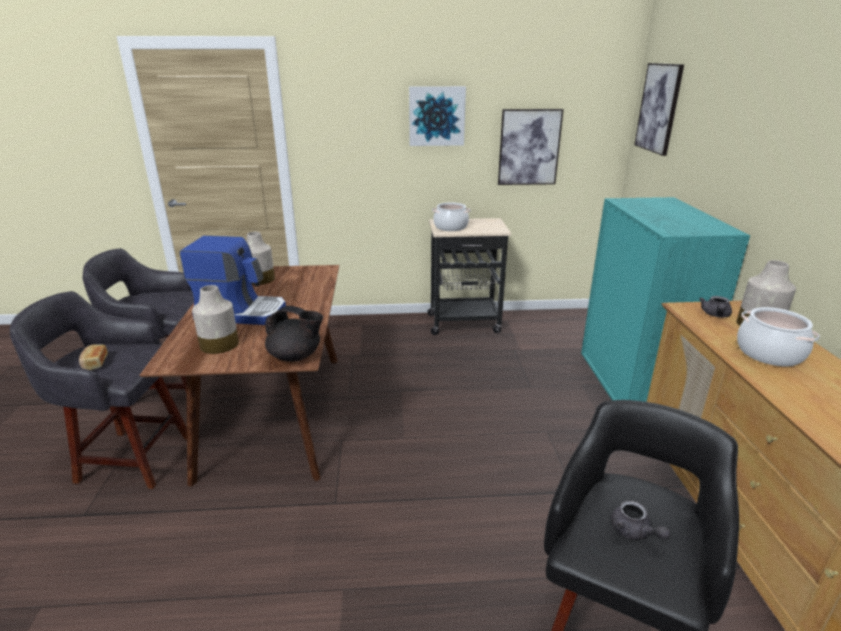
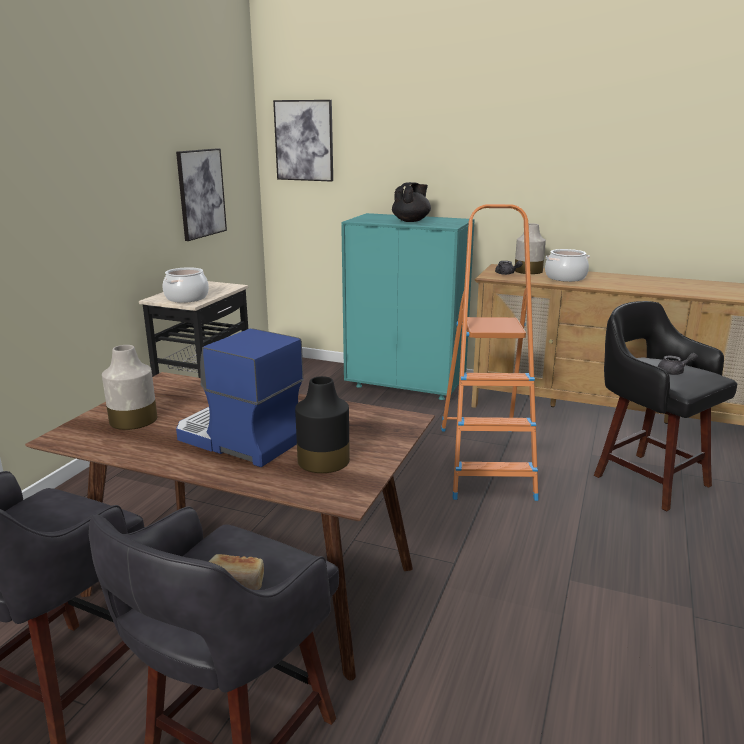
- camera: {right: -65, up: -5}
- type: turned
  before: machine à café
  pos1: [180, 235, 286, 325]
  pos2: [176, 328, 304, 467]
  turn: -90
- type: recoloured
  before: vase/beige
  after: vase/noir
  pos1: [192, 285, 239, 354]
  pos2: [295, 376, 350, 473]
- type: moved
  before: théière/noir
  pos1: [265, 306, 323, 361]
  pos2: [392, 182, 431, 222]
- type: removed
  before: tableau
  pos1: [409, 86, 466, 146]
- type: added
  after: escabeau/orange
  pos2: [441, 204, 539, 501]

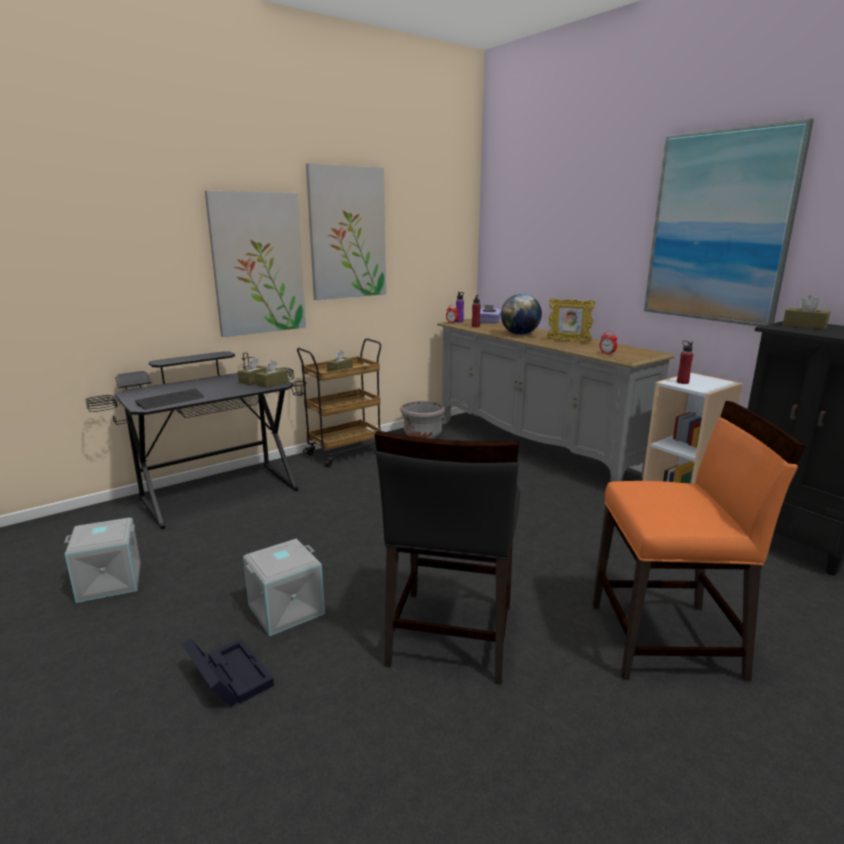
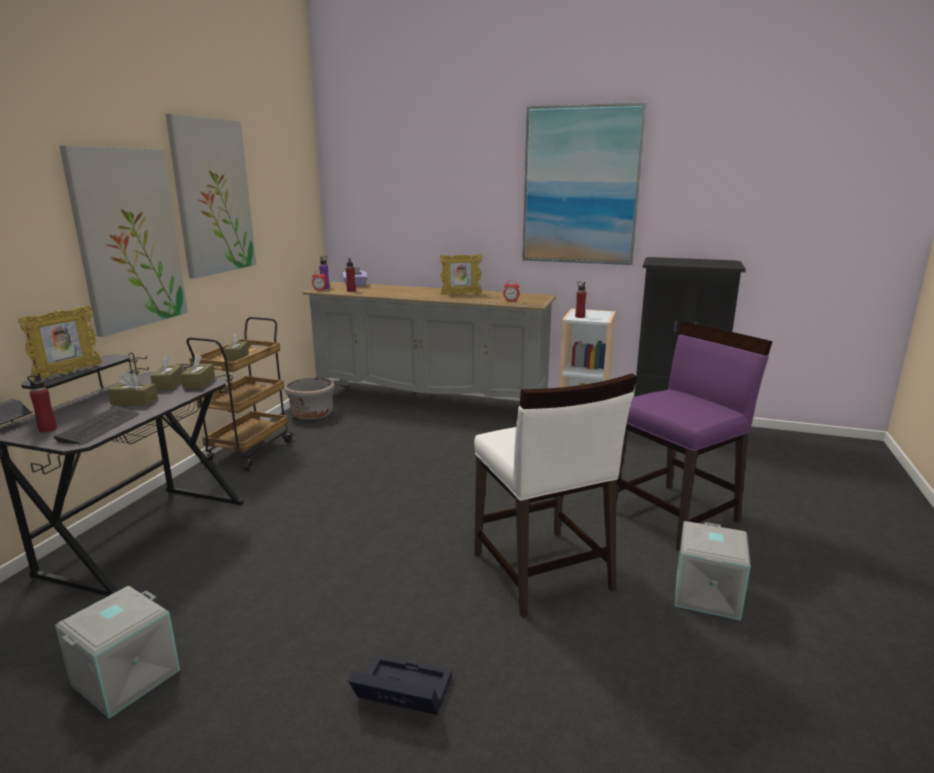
- camera: {right: -35, up: 0}
- type: moved
  before: boîte de rangement/gris
  pos1: [243, 539, 325, 636]
  pos2: [674, 521, 751, 621]
- type: recoloured
  before: chaise/noir
  after: chaise/blanc
  pos1: [375, 430, 520, 685]
  pos2: [474, 373, 637, 618]
- type: removed
  before: globe
  pos1: [501, 294, 542, 335]
- type: recoloured
  before: chaise/orange
  after: chaise/violet
  pos1: [592, 401, 806, 682]
  pos2: [616, 321, 773, 552]
- type: moved
  before: boîte à mouchoirs/marron
  pos1: [783, 295, 830, 329]
  pos2: [107, 371, 158, 406]
- type: added
  after: cadre photo
  pos2: [18, 306, 102, 381]
- type: added
  after: bouteille/rouge
  pos2: [28, 373, 57, 433]

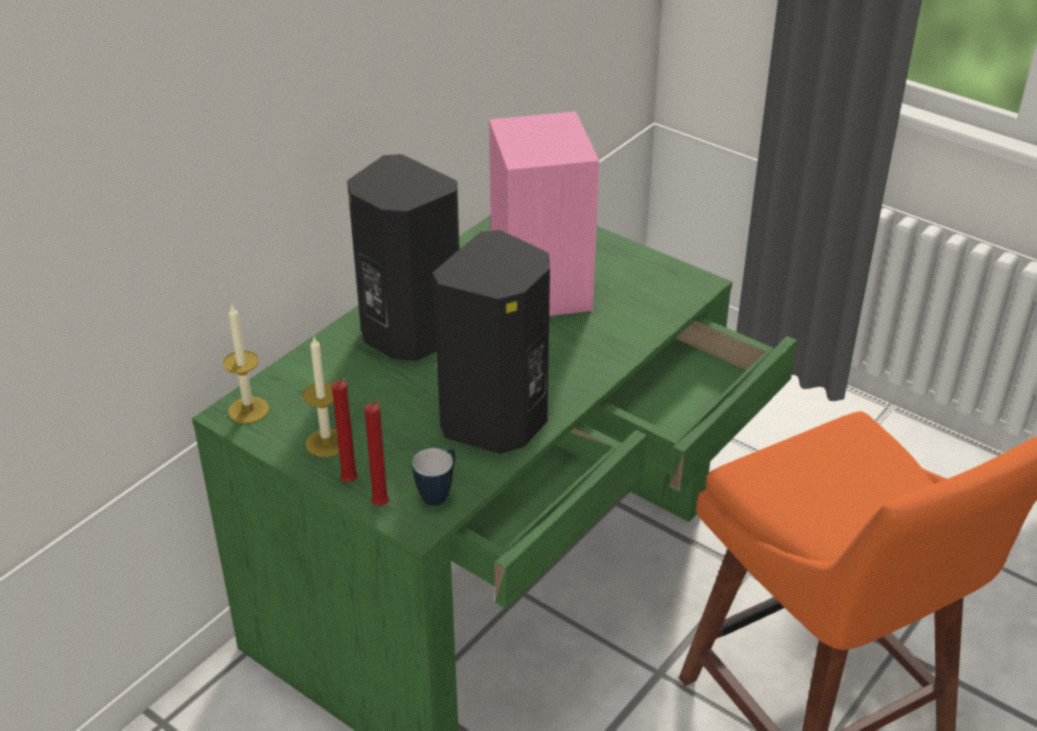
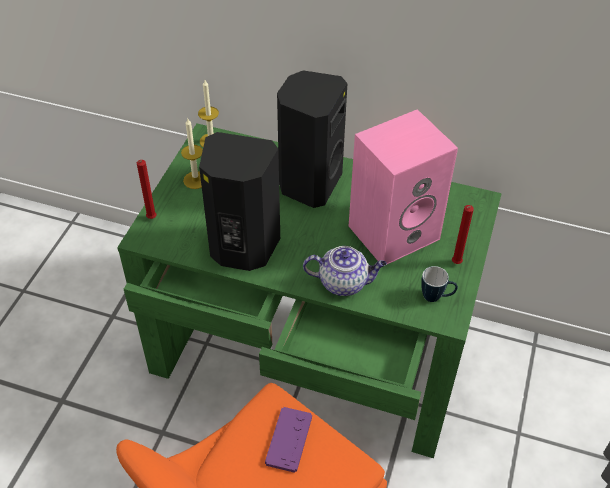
- camera: {right: 70, up: 10}
- type: moved
  before: bougie/rouge
  pos1: [332, 378, 358, 482]
  pos2: [452, 205, 474, 264]
- type: moved
  before: mug
  pos1: [412, 448, 455, 506]
  pos2: [421, 266, 458, 302]
- type: added
  after: manette/violet
  pos2: [265, 407, 312, 473]
- type: added
  after: théière
  pos2: [303, 246, 387, 296]

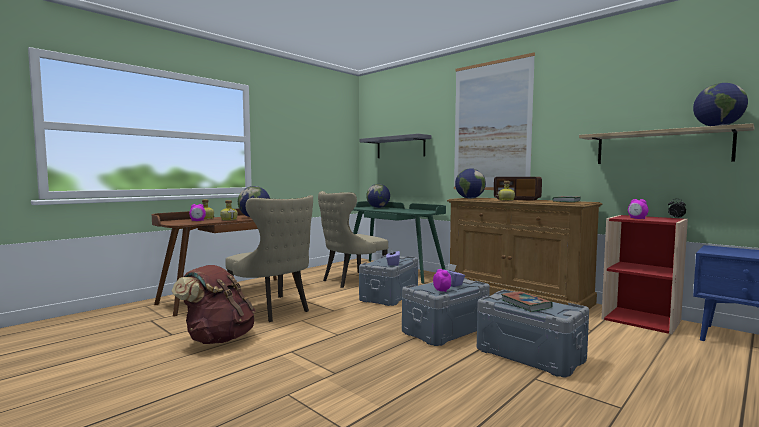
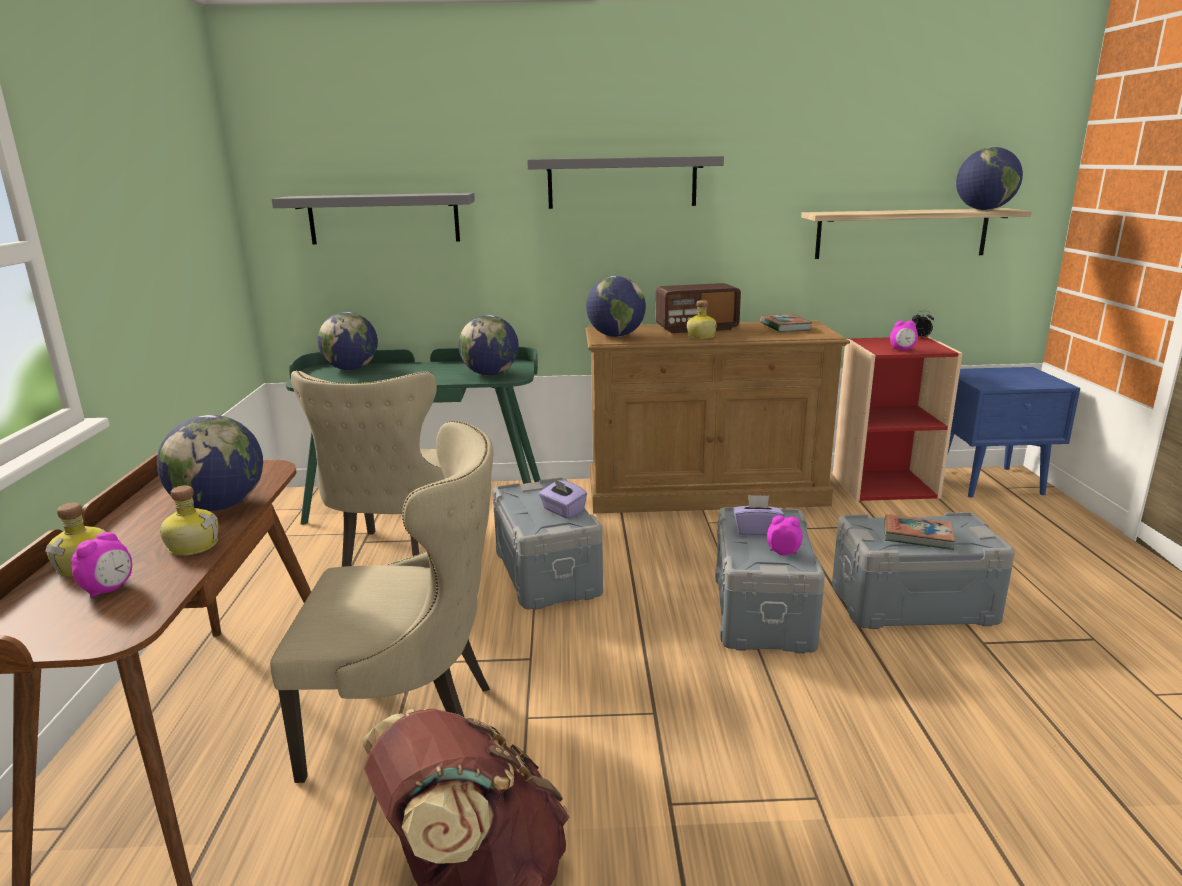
- camera: {right: -45, up: 15}
- type: replaced
  before: tableau
  after: étagère/gris
  pos1: [454, 53, 535, 190]
  pos2: [527, 156, 724, 209]
- type: added
  after: globe
  pos2: [458, 315, 519, 376]

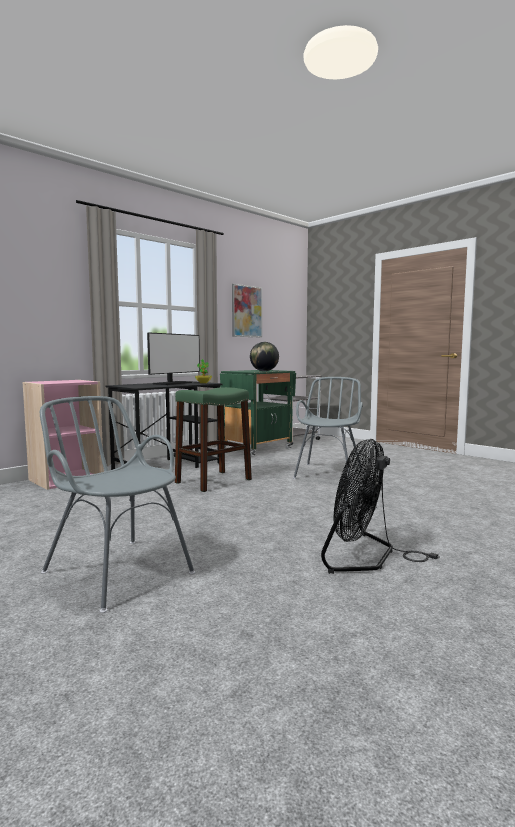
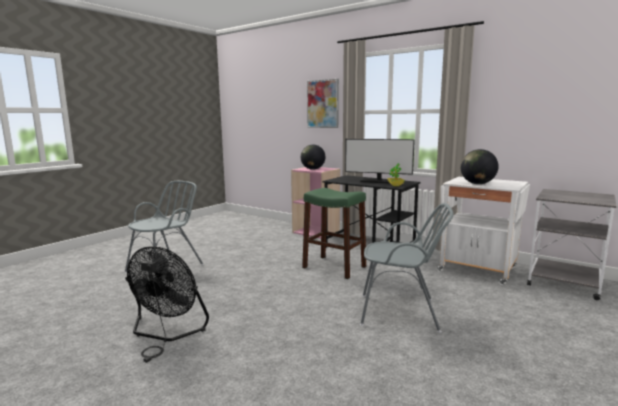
- camera: {right: 80, up: 5}
- type: recoloured
  before: chariot/vert
  after: chariot/blanc
  pos1: [220, 370, 296, 457]
  pos2: [437, 177, 530, 285]
- type: moved
  before: tableau
  pos1: [232, 284, 262, 337]
  pos2: [307, 79, 339, 128]
- type: added
  after: globe
  pos2: [301, 144, 325, 170]

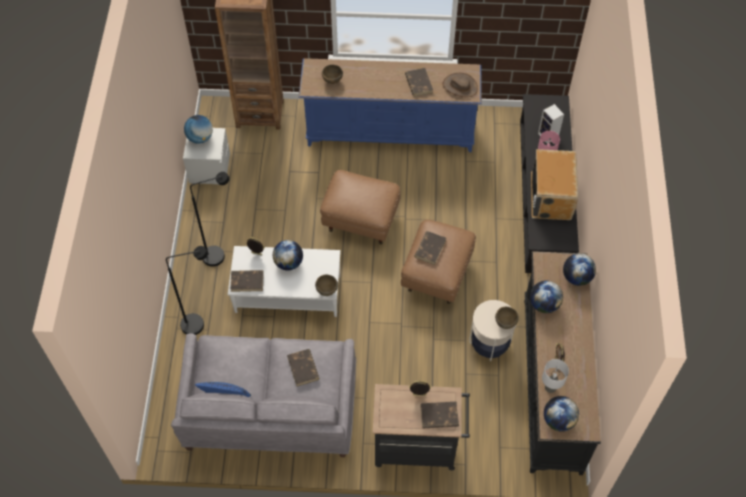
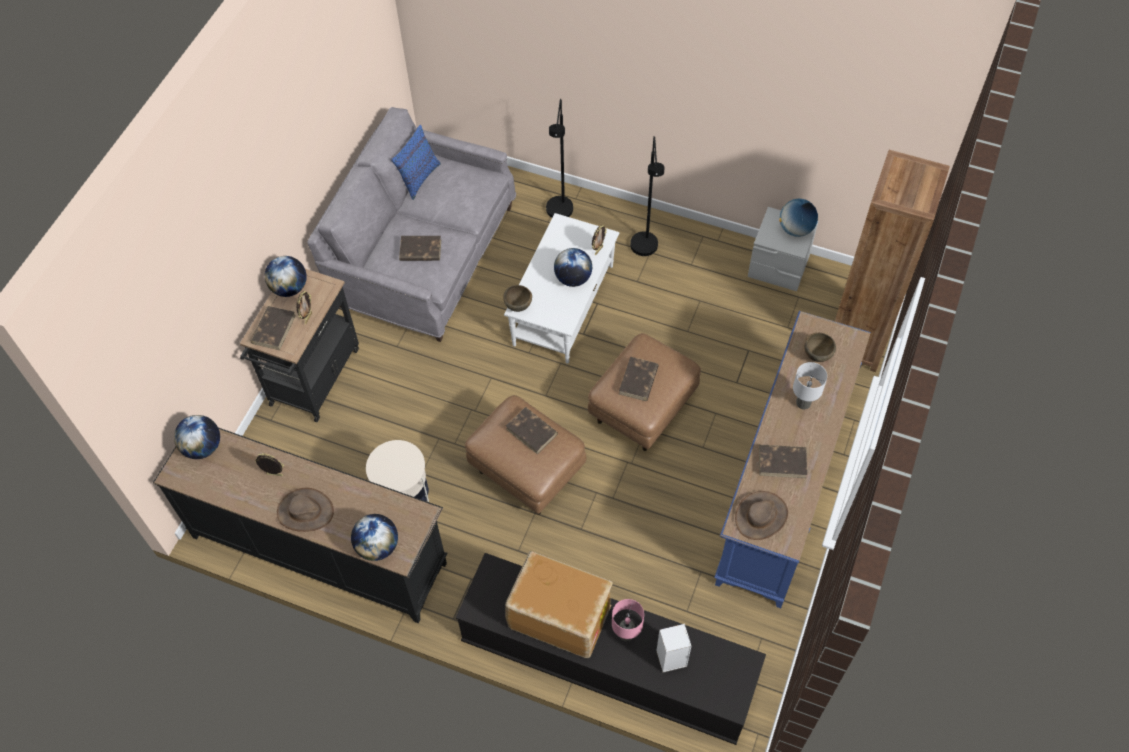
- camera: {right: 110, up: 0}
- type: moved
  before: livre/marron
  pos1: [230, 270, 264, 292]
  pos2: [619, 357, 659, 401]
- type: removed
  before: bol/marron
  pos1: [495, 307, 519, 329]
- type: moved
  before: globe
  pos1: [530, 280, 563, 313]
  pos2: [265, 256, 307, 297]
- type: moved
  before: lampe de table/blanc
  pos1: [542, 359, 569, 393]
  pos2: [793, 362, 827, 409]
- type: added
  after: chapeau/marron
  pos2: [277, 488, 334, 532]

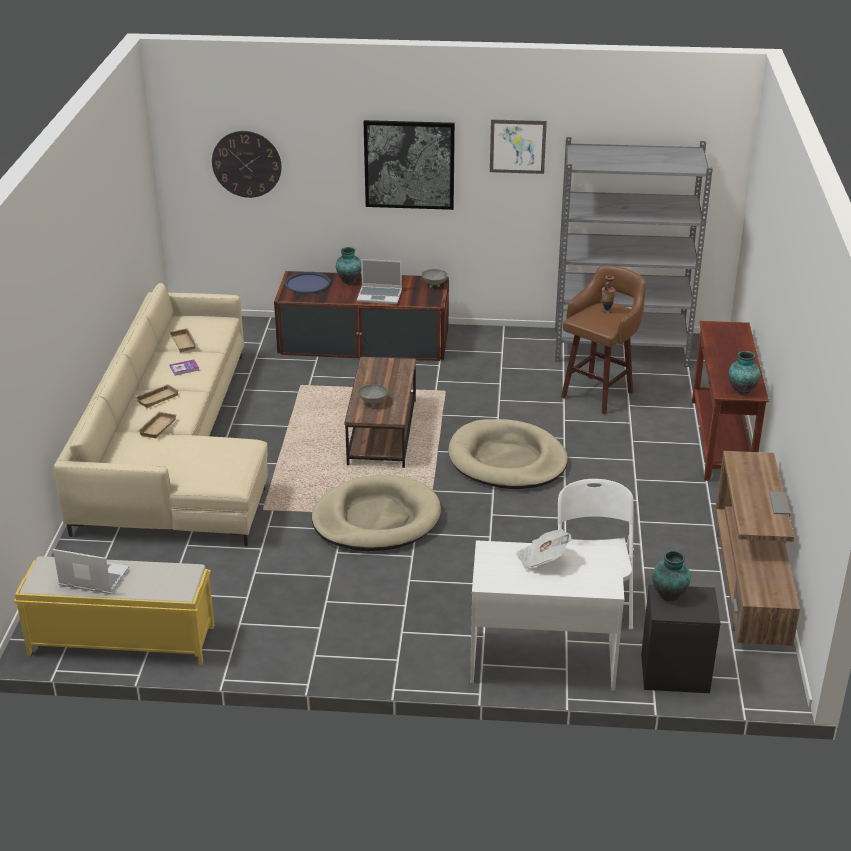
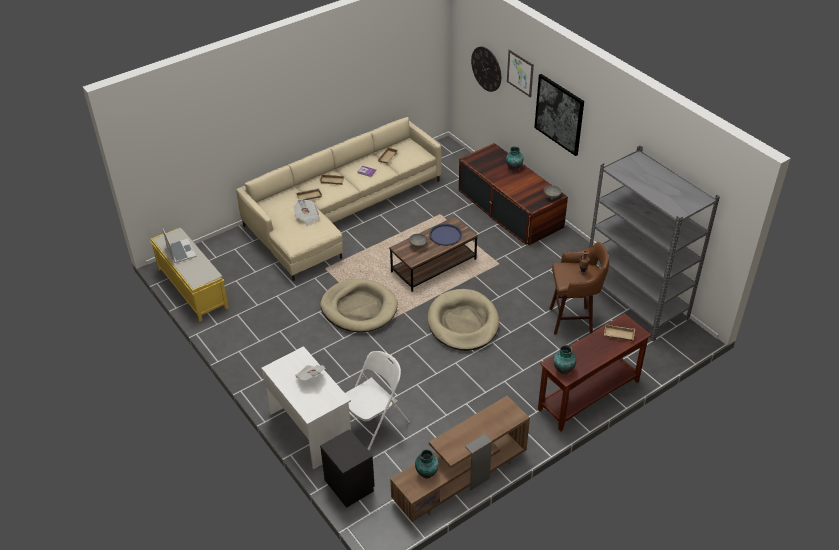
- camera: {right: 50, up: 10}
- type: moved
  before: plateau/bleu
  pos1: [285, 272, 331, 294]
  pos2: [429, 224, 462, 246]
- type: removed
  before: ordinateur portable
  pos1: [357, 259, 402, 304]
- type: moved
  before: tableau
  pos1: [490, 119, 547, 174]
  pos2: [507, 49, 534, 98]
- type: moved
  before: vase
  pos1: [653, 550, 691, 601]
  pos2: [415, 449, 439, 478]
- type: added
  after: journal
  pos2: [294, 199, 320, 226]
- type: added
  after: plateau/beige
  pos2: [604, 324, 635, 341]

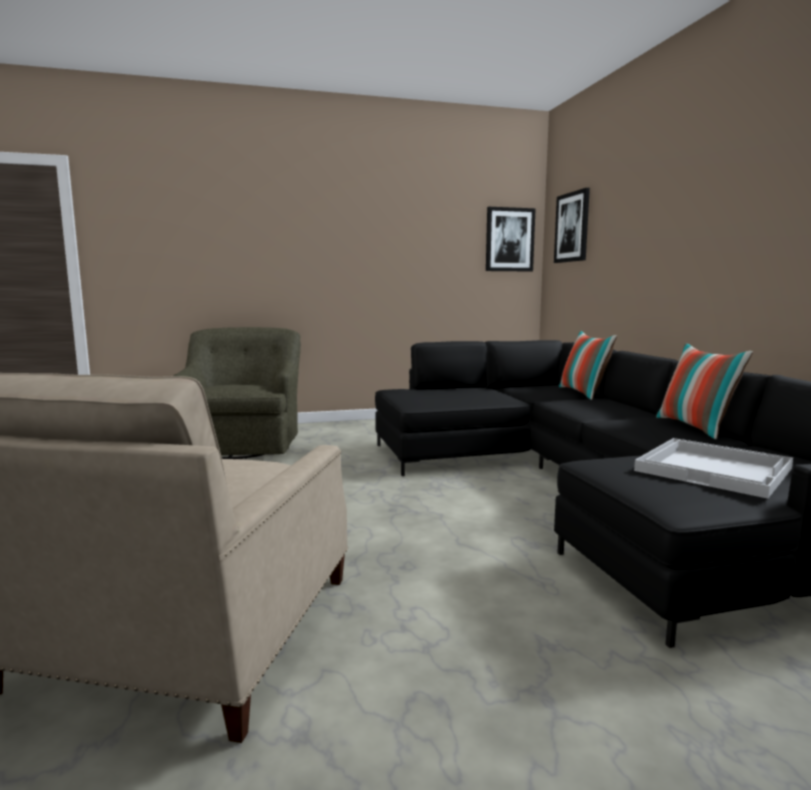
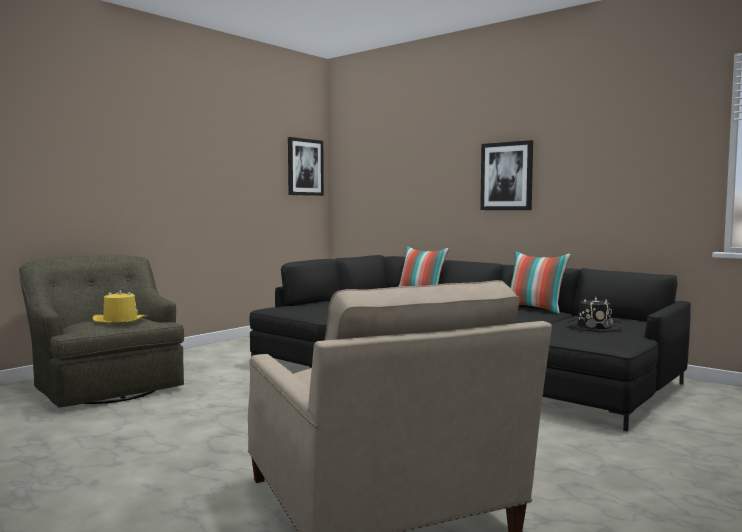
- camera: {right: -35, up: -5}
- type: moved
  before: tableau
  pos1: [554, 188, 590, 263]
  pos2: [480, 140, 533, 210]
- type: replaced
  before: plateau/blanc
  after: chapeau/noir
  pos1: [634, 438, 793, 499]
  pos2: [568, 297, 622, 332]
- type: added
  after: chapeau/jaune
  pos2: [93, 290, 147, 323]

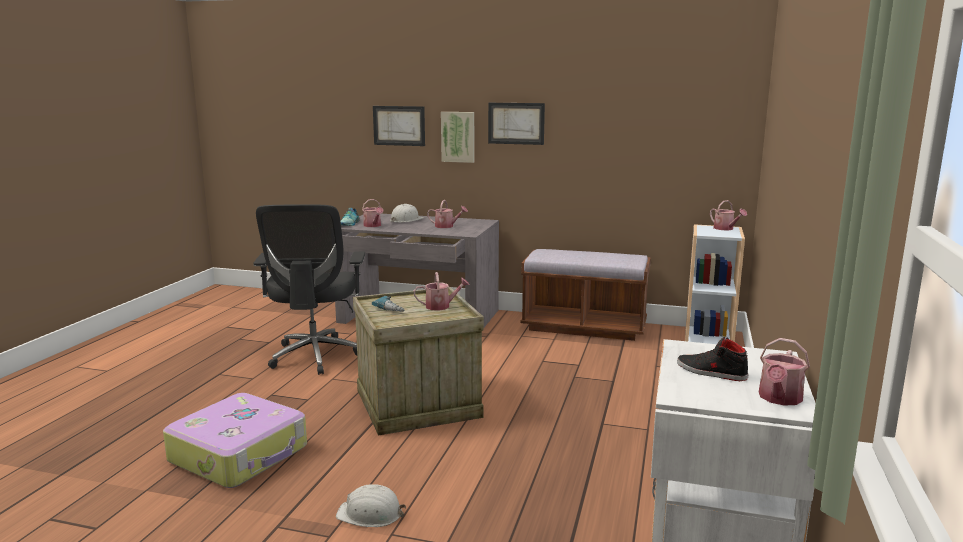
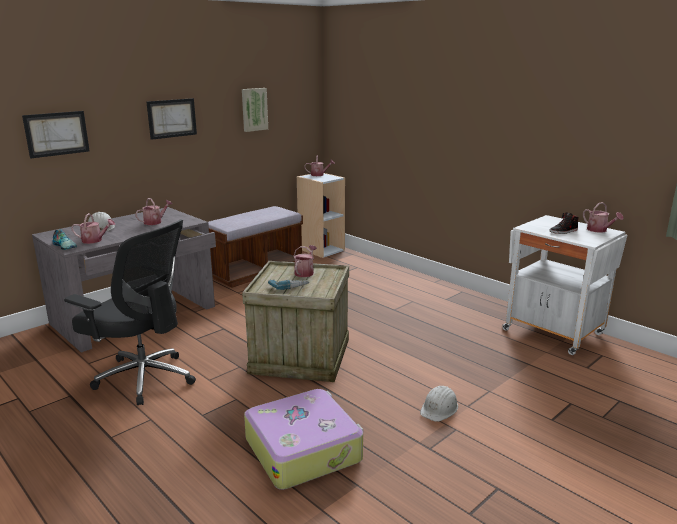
- camera: {right: -60, up: 5}
- type: moved
  before: tableau
  pos1: [441, 112, 474, 163]
  pos2: [242, 88, 268, 132]

